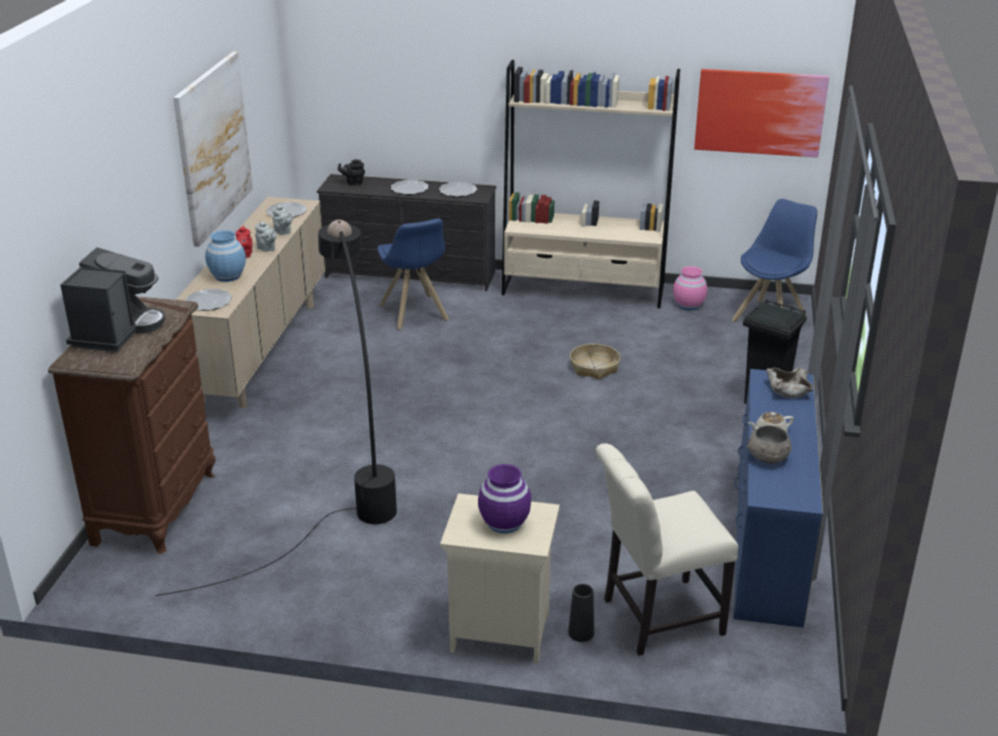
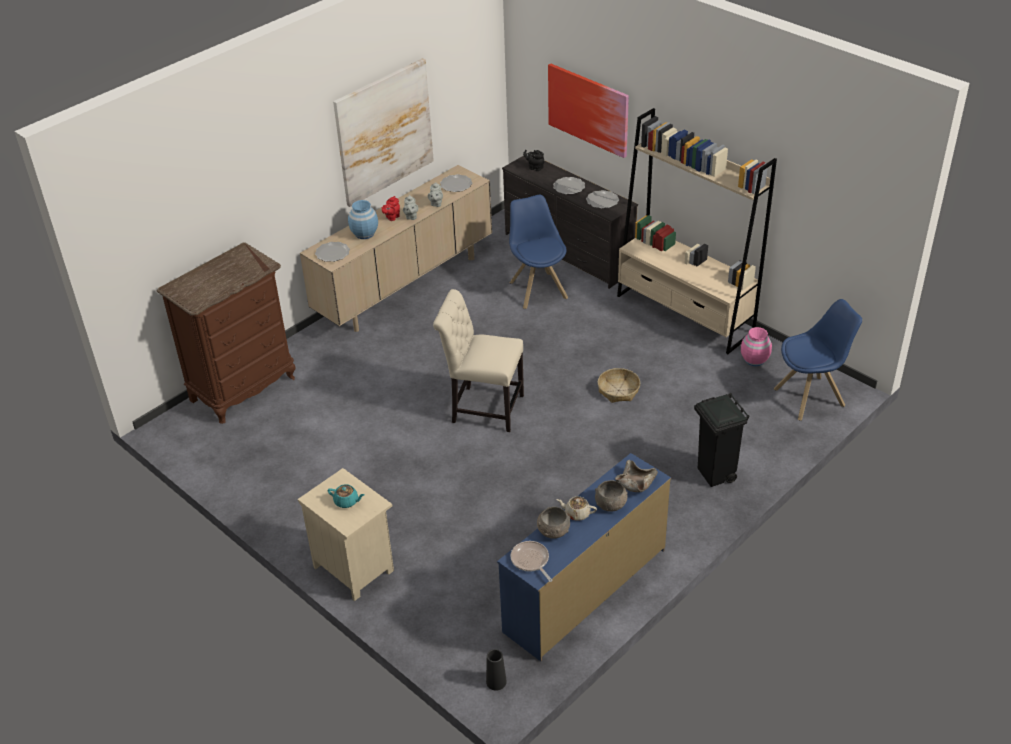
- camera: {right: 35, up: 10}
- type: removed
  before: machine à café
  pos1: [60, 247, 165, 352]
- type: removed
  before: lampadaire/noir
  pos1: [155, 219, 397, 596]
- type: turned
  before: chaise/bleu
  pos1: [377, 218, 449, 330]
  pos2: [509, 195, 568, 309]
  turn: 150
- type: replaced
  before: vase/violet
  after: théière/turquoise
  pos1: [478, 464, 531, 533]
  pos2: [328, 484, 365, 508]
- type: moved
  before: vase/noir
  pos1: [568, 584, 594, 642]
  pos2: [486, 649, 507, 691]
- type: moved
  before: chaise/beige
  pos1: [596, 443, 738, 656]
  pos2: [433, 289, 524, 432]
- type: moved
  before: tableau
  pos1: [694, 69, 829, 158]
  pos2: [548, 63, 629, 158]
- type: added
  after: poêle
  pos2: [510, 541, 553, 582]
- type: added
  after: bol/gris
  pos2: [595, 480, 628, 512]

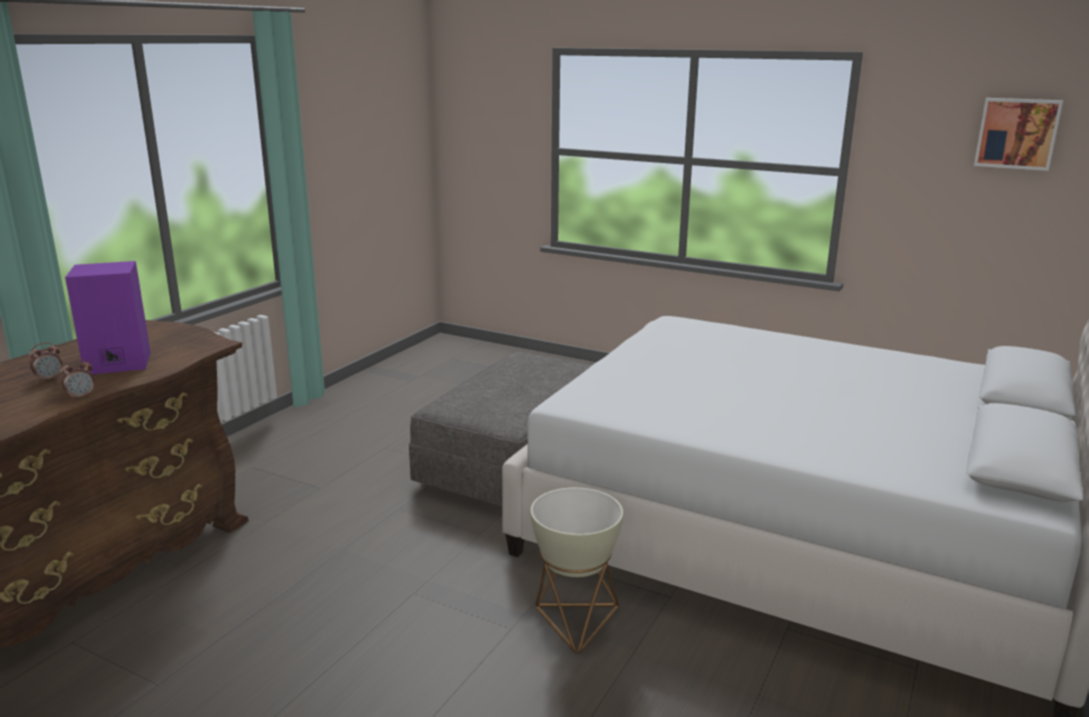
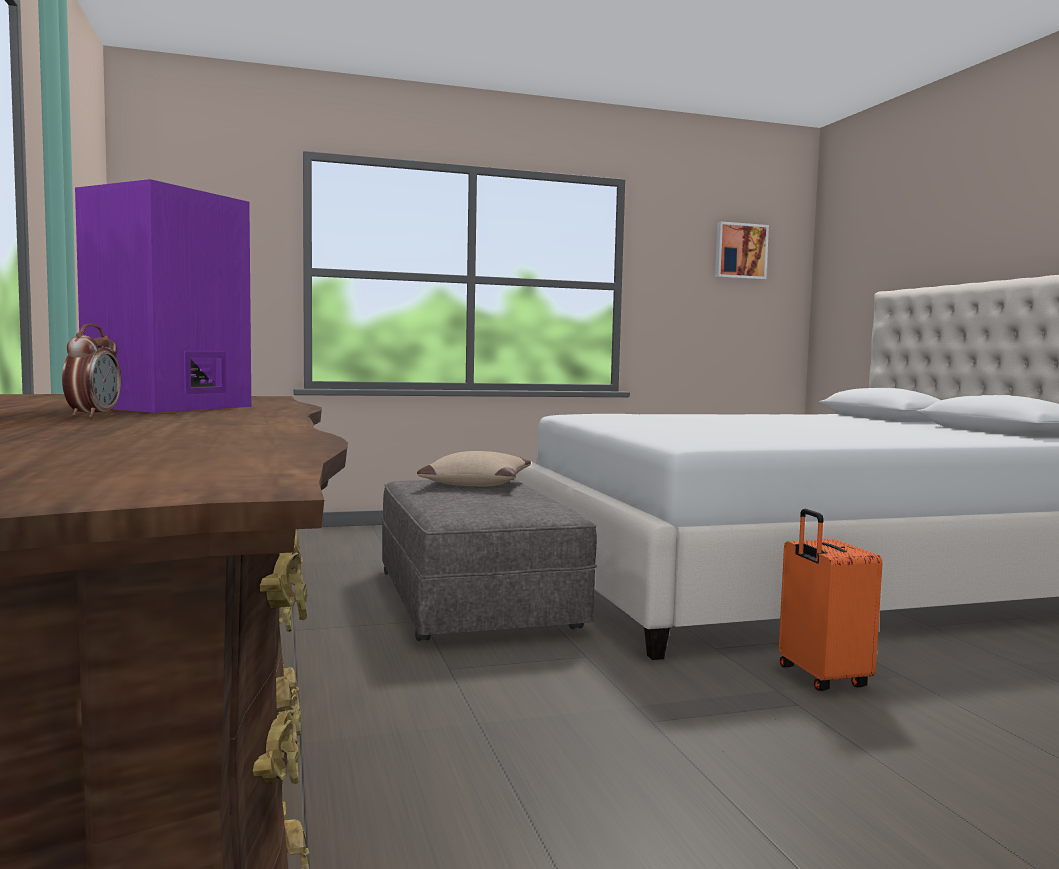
- camera: {right: -45, up: -15}
- type: removed
  before: réveil
  pos1: [60, 359, 95, 400]
- type: replaced
  before: cache-pot
  after: valise/orange
  pos1: [530, 487, 624, 654]
  pos2: [779, 509, 883, 691]
- type: added
  after: coussin/beige
  pos2: [417, 451, 531, 486]

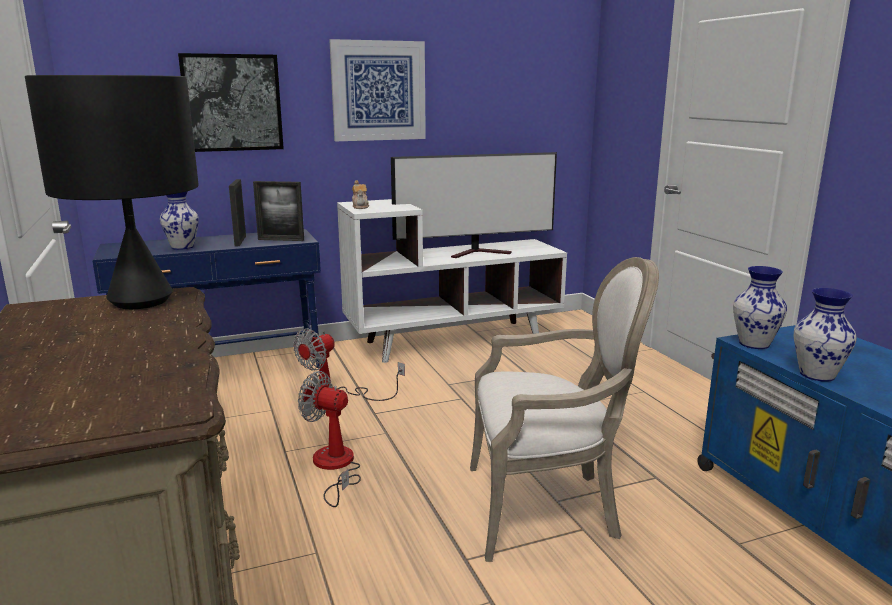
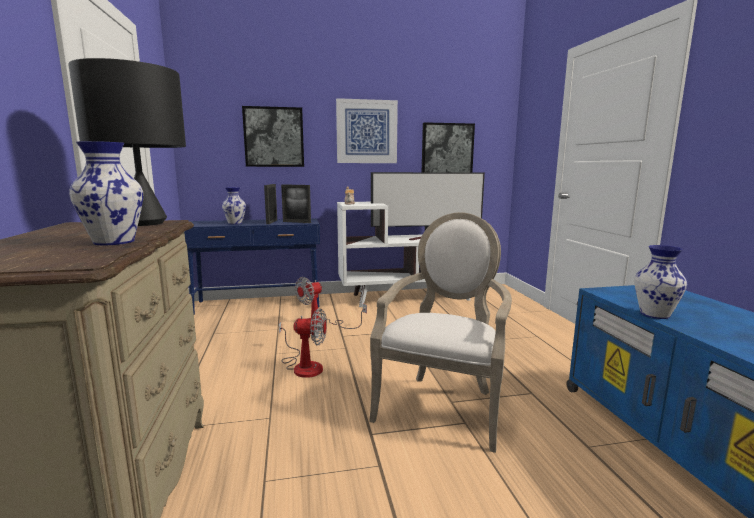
- camera: {right: 10, up: -5}
- type: turned
  before: ventilateur
  pos1: [298, 371, 361, 507]
  pos2: [279, 308, 327, 378]
  turn: 150
- type: turned
  before: fauteuil
  pos1: [470, 257, 659, 562]
  pos2: [369, 212, 512, 453]
  turn: -75
- type: moved
  before: vase
  pos1: [733, 266, 787, 349]
  pos2: [69, 141, 143, 245]
- type: added
  after: tableau
  pos2: [422, 122, 475, 172]

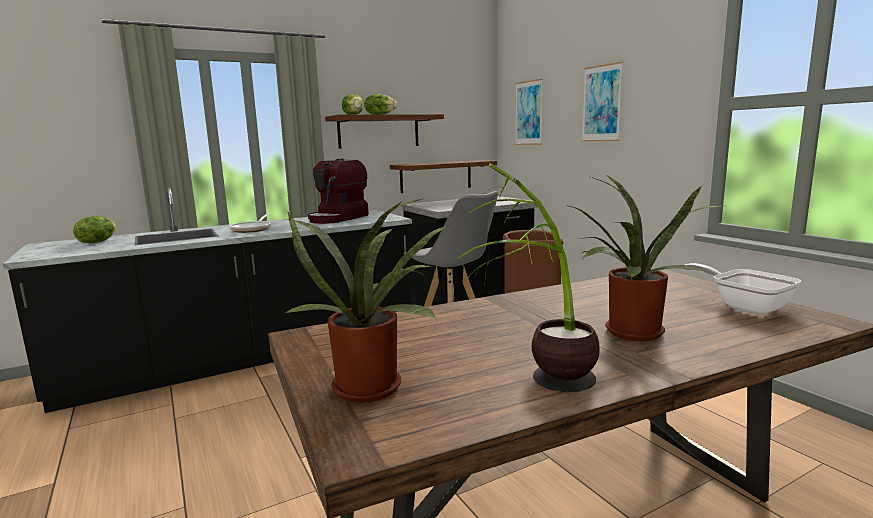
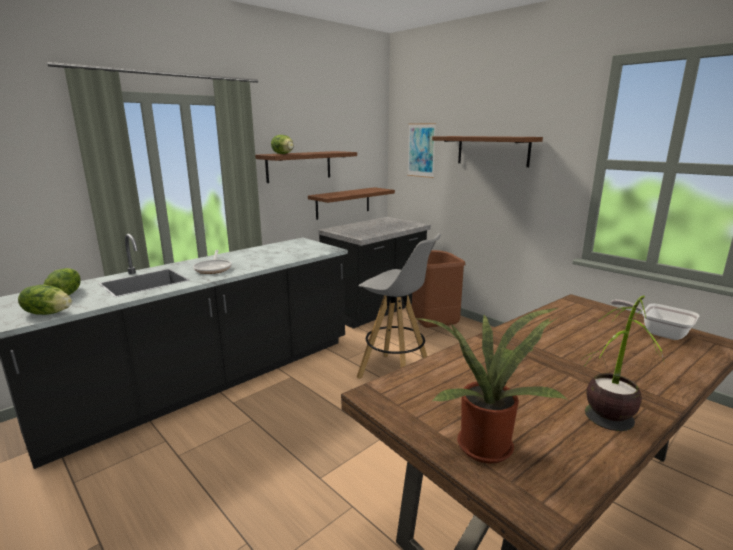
- camera: {right: -15, up: 5}
- type: removed
  before: machine à café
  pos1: [308, 159, 369, 224]
- type: moved
  before: laitue
  pos1: [364, 94, 397, 114]
  pos2: [18, 285, 72, 315]
- type: removed
  before: plante en pot
  pos1: [565, 174, 722, 341]
- type: replaced
  before: tableau
  after: étagère/marron
  pos1: [582, 62, 623, 142]
  pos2: [432, 136, 543, 167]

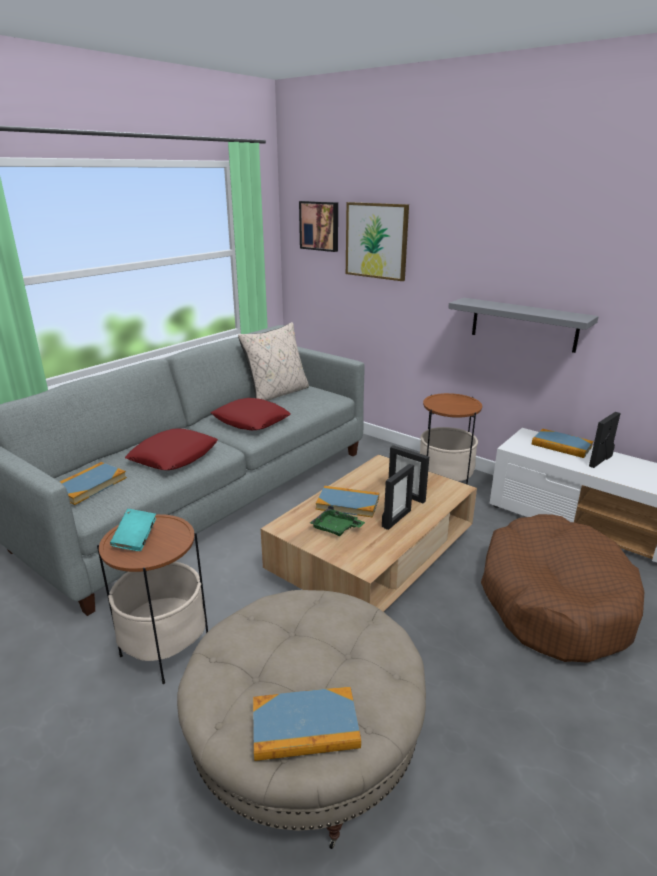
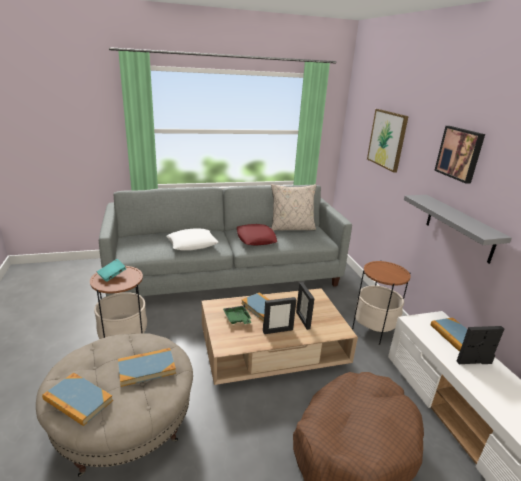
- camera: {right: 35, up: 0}
- type: moved
  before: livre
  pos1: [60, 462, 127, 505]
  pos2: [118, 348, 176, 387]
- type: recoloured
  before: coussin/rouge
  after: coussin/blanc
  pos1: [125, 429, 218, 470]
  pos2: [166, 228, 219, 250]
- type: moved
  before: tableau
  pos1: [299, 201, 338, 252]
  pos2: [434, 126, 485, 184]

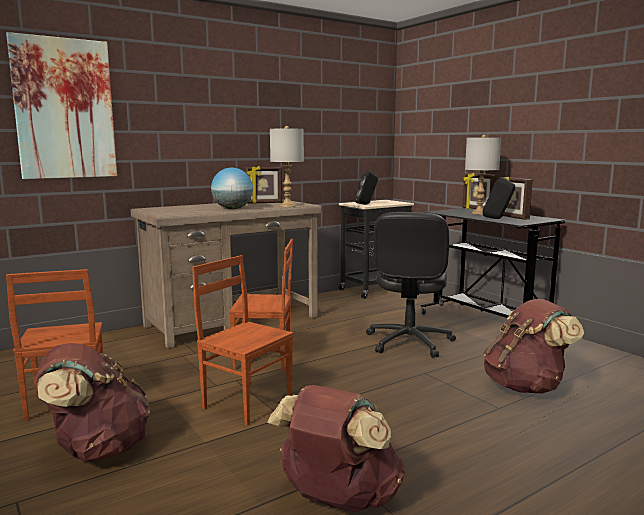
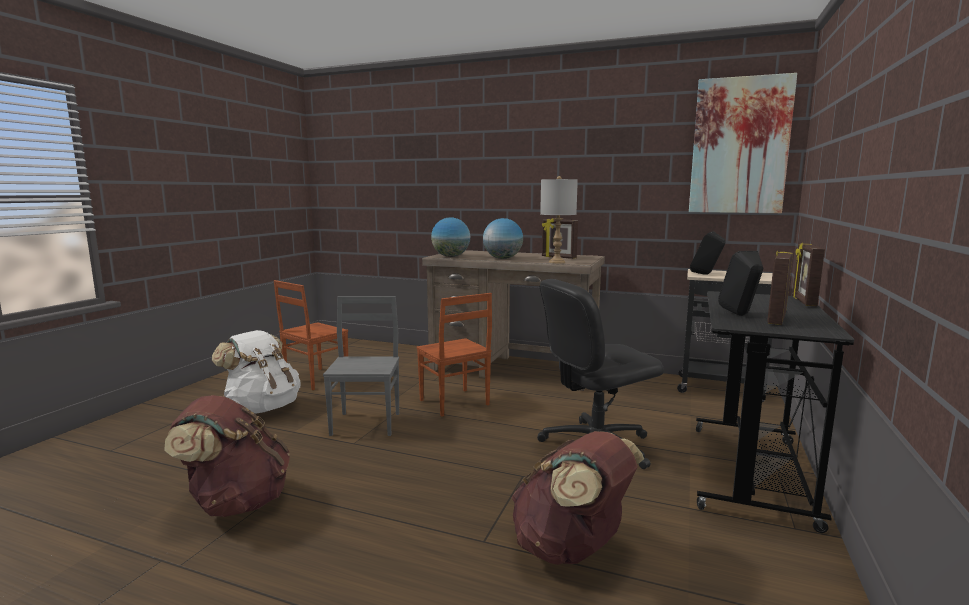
- camera: {right: 55, up: 0}
- type: moved
  before: tableau
  pos1: [6, 32, 117, 179]
  pos2: [689, 73, 797, 213]
- type: recoloured
  before: sac à dos/marron
  after: sac à dos/blanc
  pos1: [34, 343, 150, 462]
  pos2: [212, 330, 301, 413]
- type: recoloured
  before: chaise/marron
  after: chaise/gris
  pos1: [192, 255, 294, 426]
  pos2: [323, 296, 399, 436]
- type: removed
  before: lampe de table/gris
  pos1: [465, 135, 501, 215]
- type: added
  after: globe
  pos2: [431, 217, 470, 257]

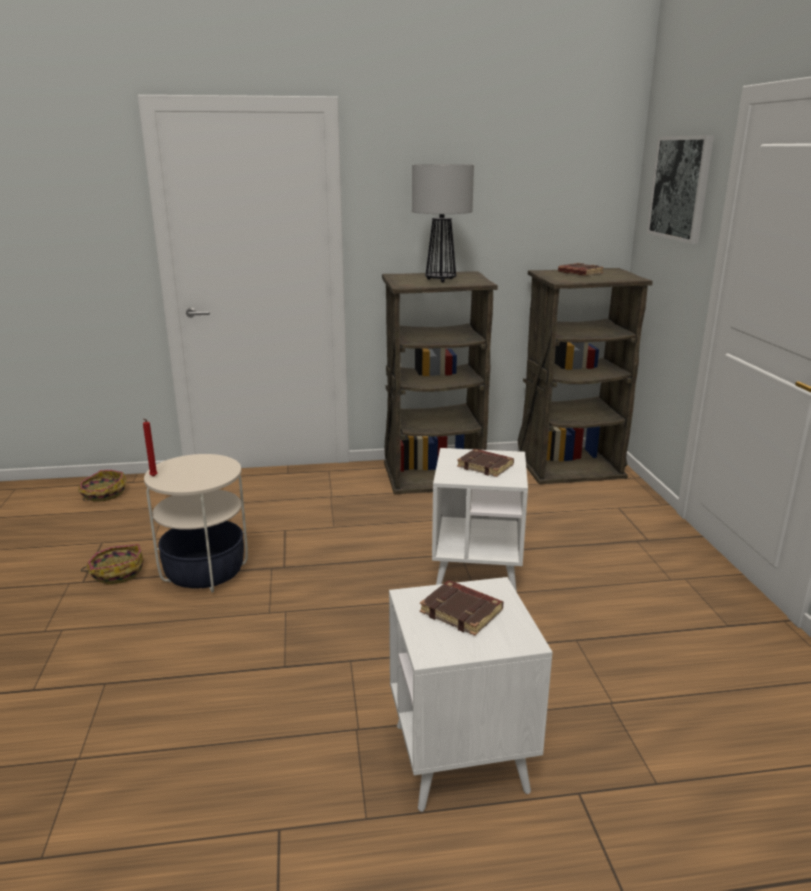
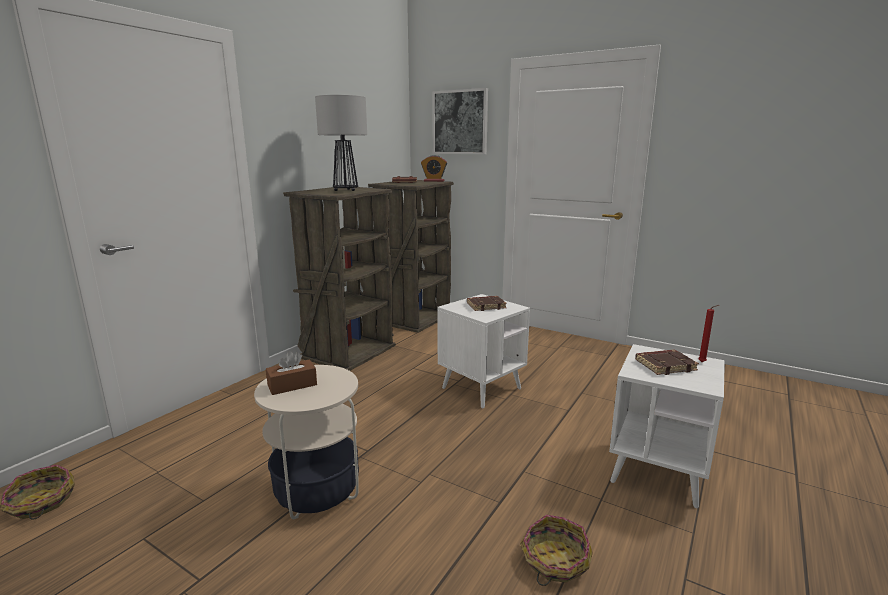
- camera: {right: -50, up: -5}
- type: moved
  before: panier
  pos1: [81, 544, 144, 585]
  pos2: [520, 515, 593, 586]
- type: moved
  before: bougie/rouge
  pos1: [143, 419, 158, 476]
  pos2: [698, 305, 719, 362]
- type: added
  after: boîte à mouchoirs/marron
  pos2: [266, 351, 317, 395]
- type: added
  after: réveil
  pos2: [421, 155, 447, 182]

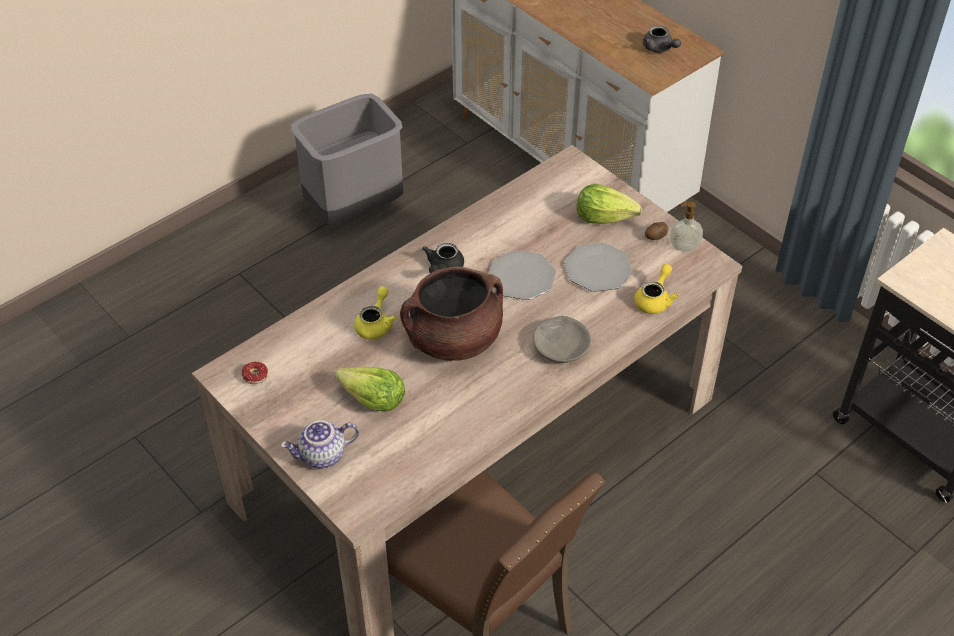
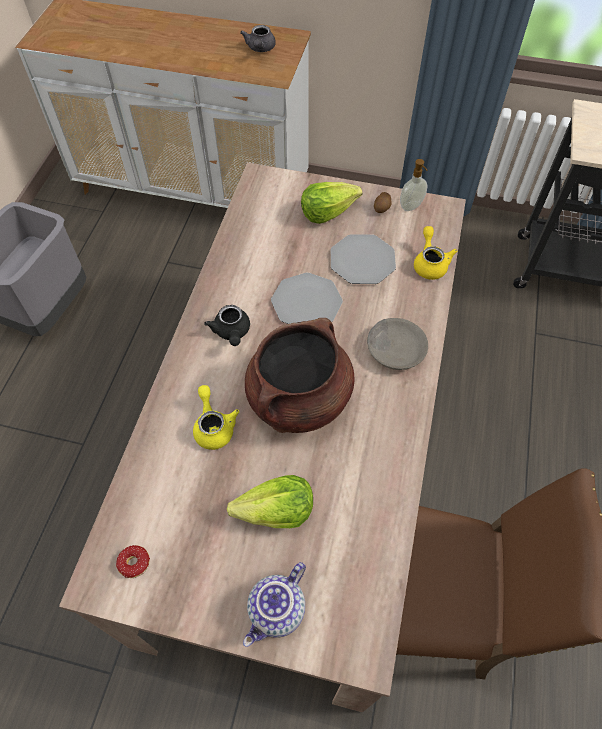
- camera: {right: -35, up: 10}
- type: turned
  before: théière/gris
  pos1: [643, 25, 681, 53]
  pos2: [240, 25, 276, 52]
  turn: 75

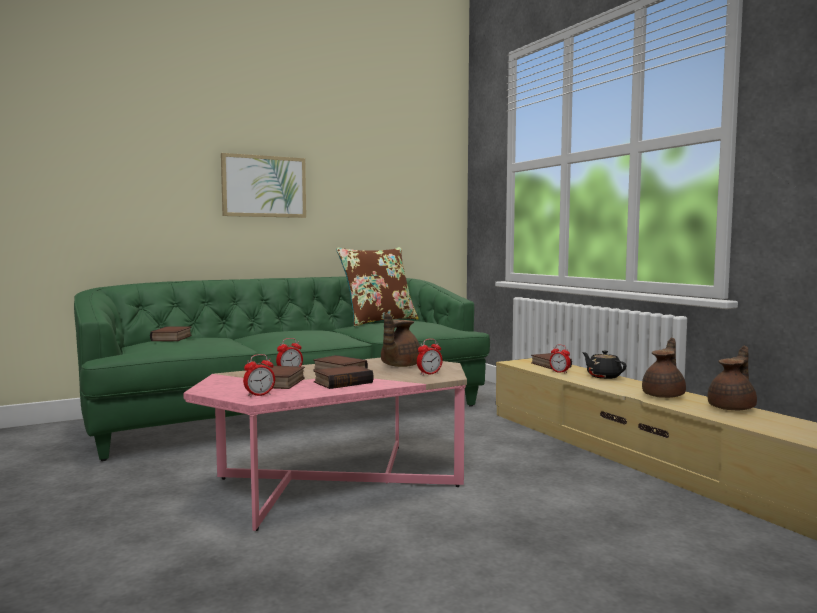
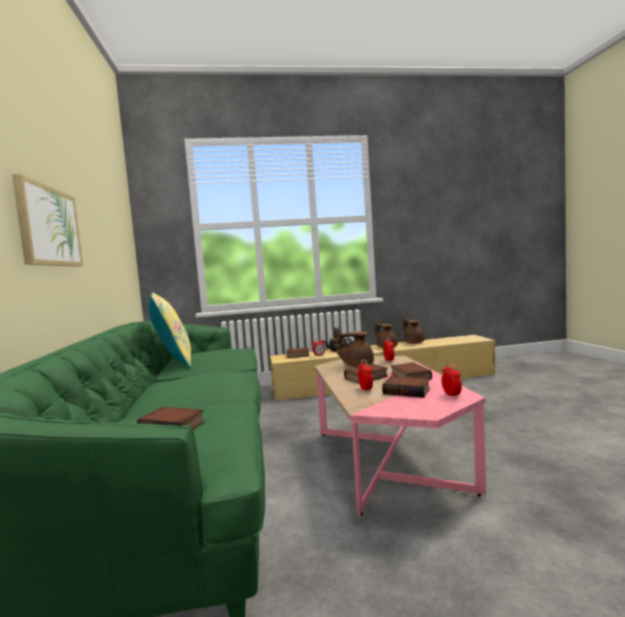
- camera: {right: -70, up: 0}
- type: recoloured
  before: coussin/marron
  after: coussin/jaune
  pos1: [336, 247, 419, 326]
  pos2: [149, 292, 191, 367]
- type: turned
  before: théière/marron
  pos1: [381, 313, 420, 367]
  pos2: [334, 327, 374, 367]
  turn: 135

